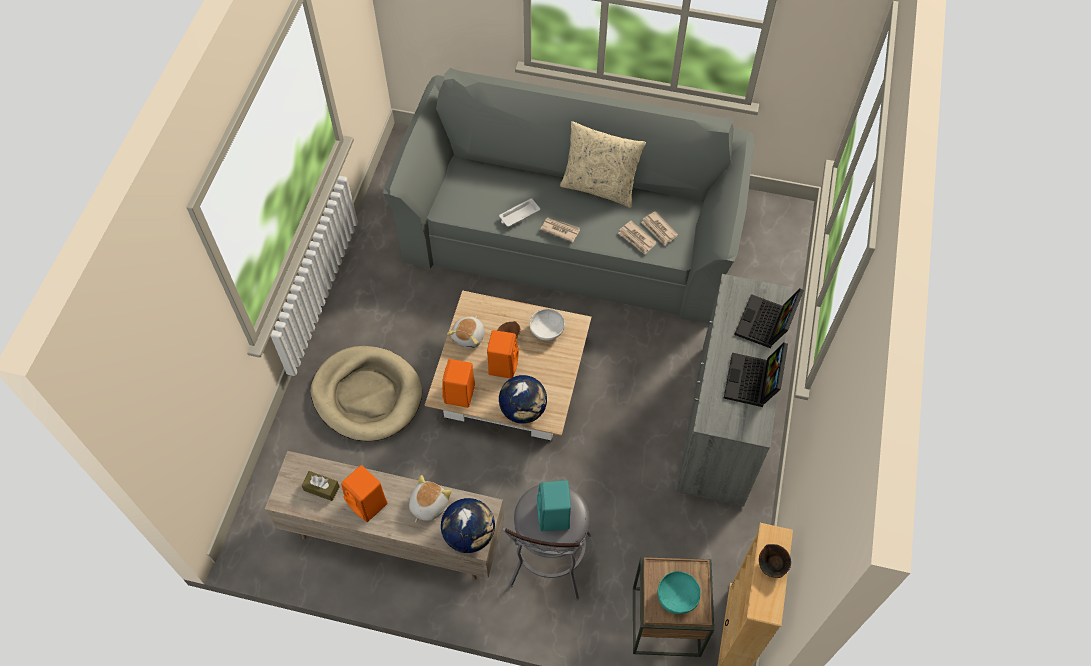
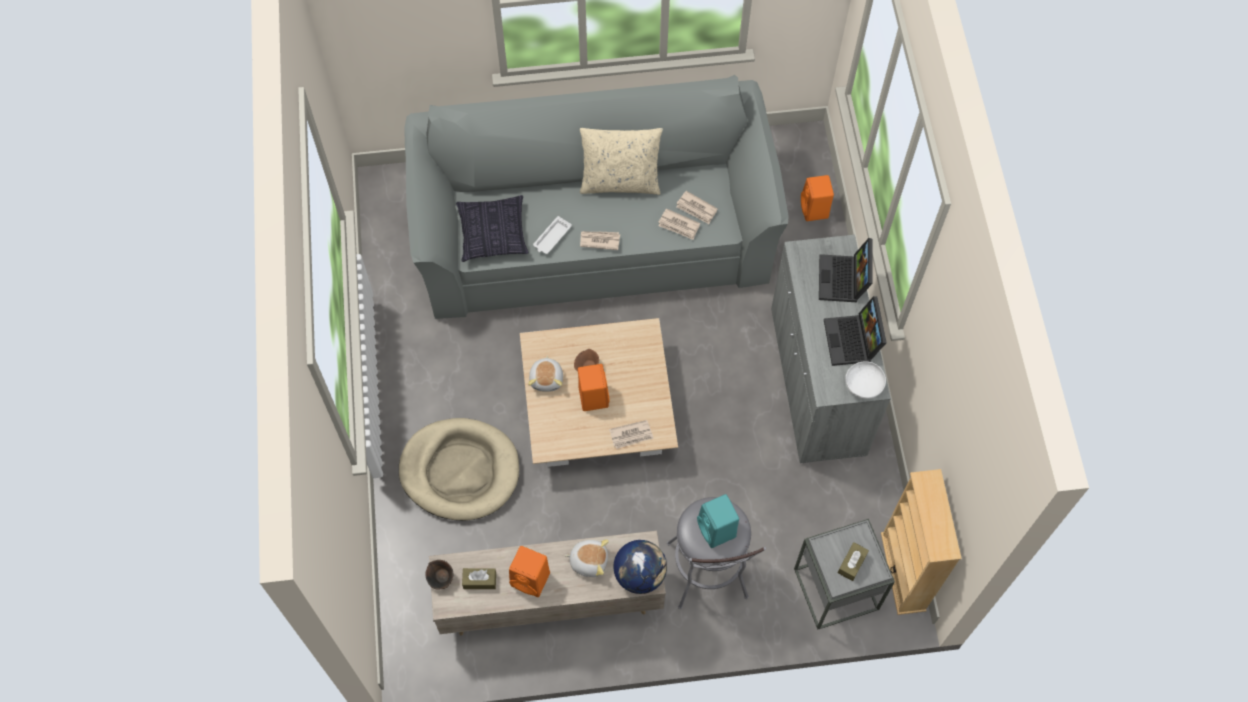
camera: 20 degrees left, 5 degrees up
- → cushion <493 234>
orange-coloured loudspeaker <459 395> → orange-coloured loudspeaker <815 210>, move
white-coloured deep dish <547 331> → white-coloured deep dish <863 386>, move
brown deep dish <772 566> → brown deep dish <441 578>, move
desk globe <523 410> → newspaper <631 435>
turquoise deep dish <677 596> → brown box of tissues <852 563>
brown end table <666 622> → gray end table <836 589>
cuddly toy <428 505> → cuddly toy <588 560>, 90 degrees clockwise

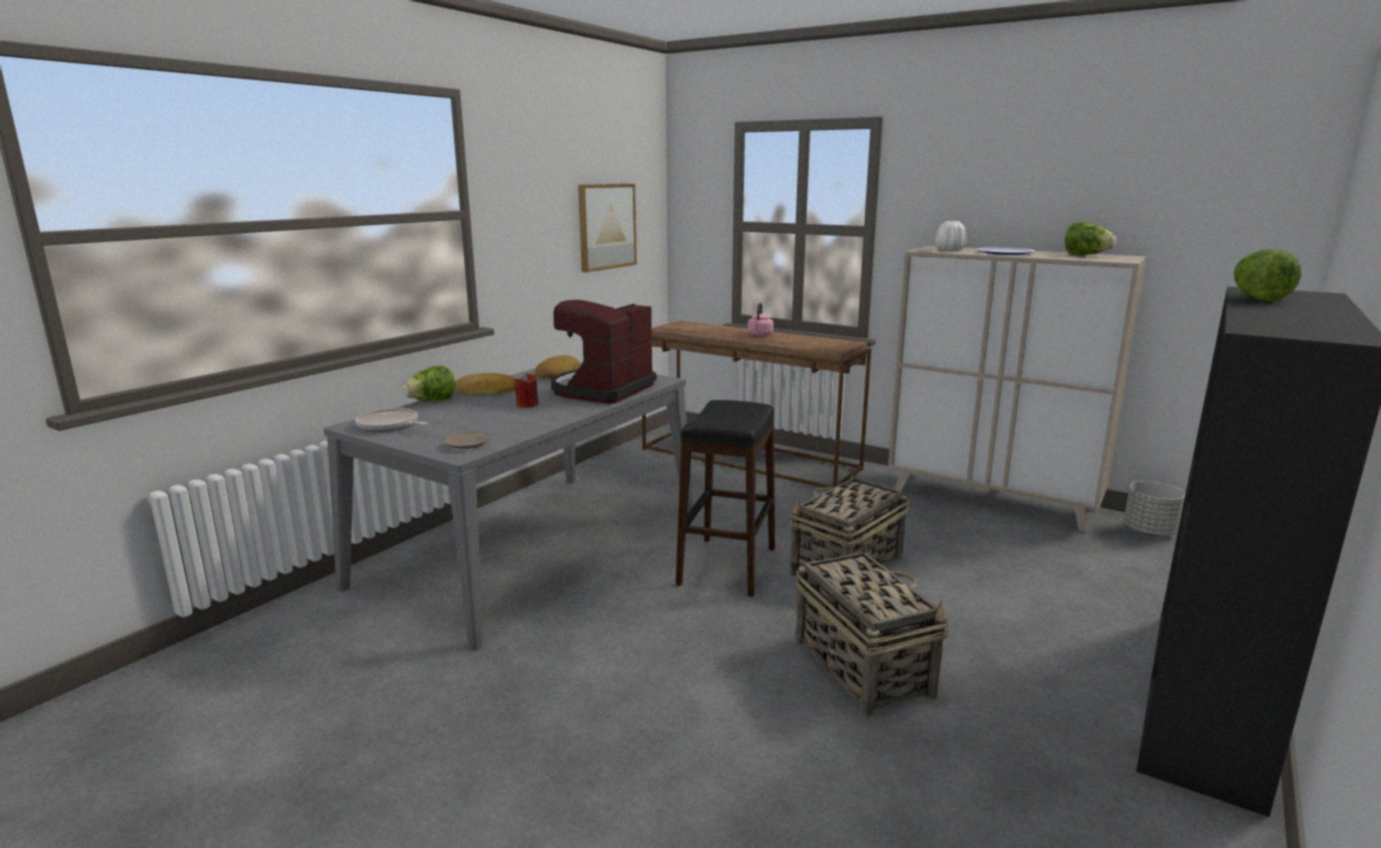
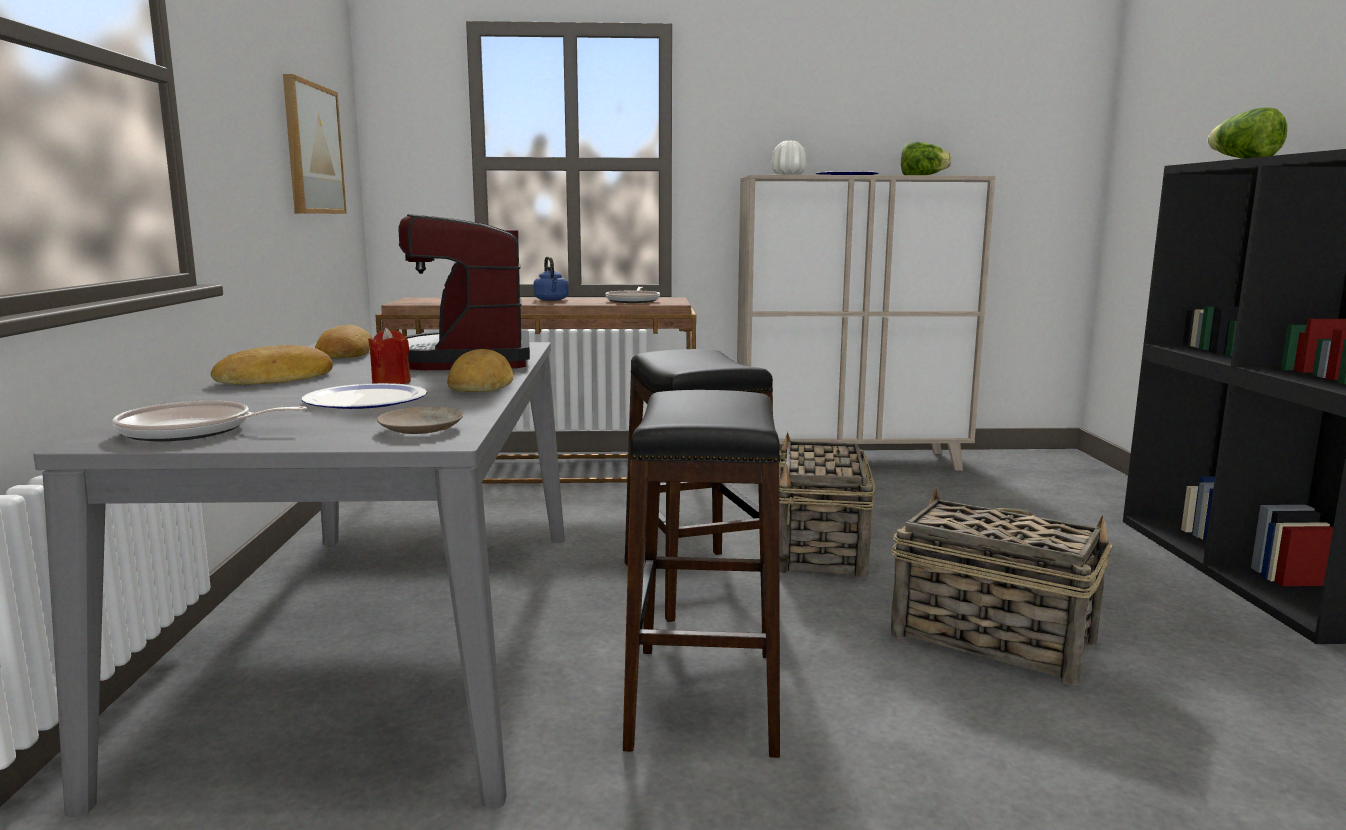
camera: 35 degrees left, 5 degrees down
head of lettuce <432 401> → -
gray plant pot <1149 532> → -
- → flat dish <365 400>
- → bakery bread <481 384>
- → pan <633 301>
- → black stool seat <705 698>
pinkish water kettle <759 335> → bluish water kettle <551 300>

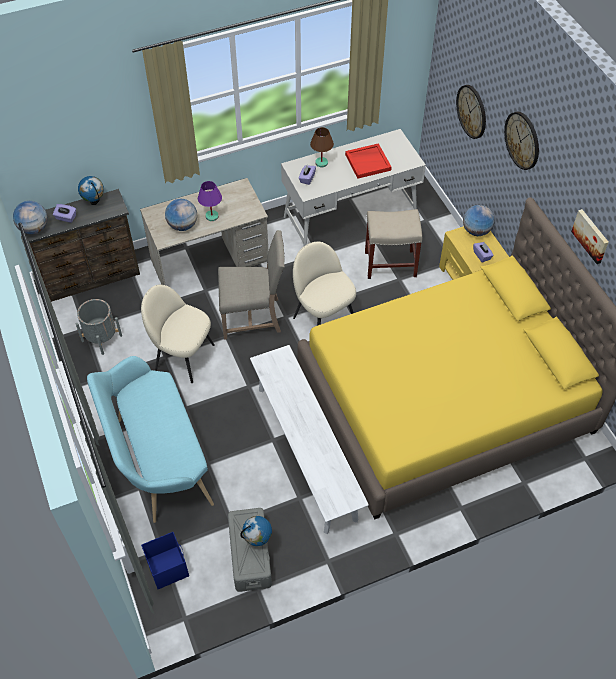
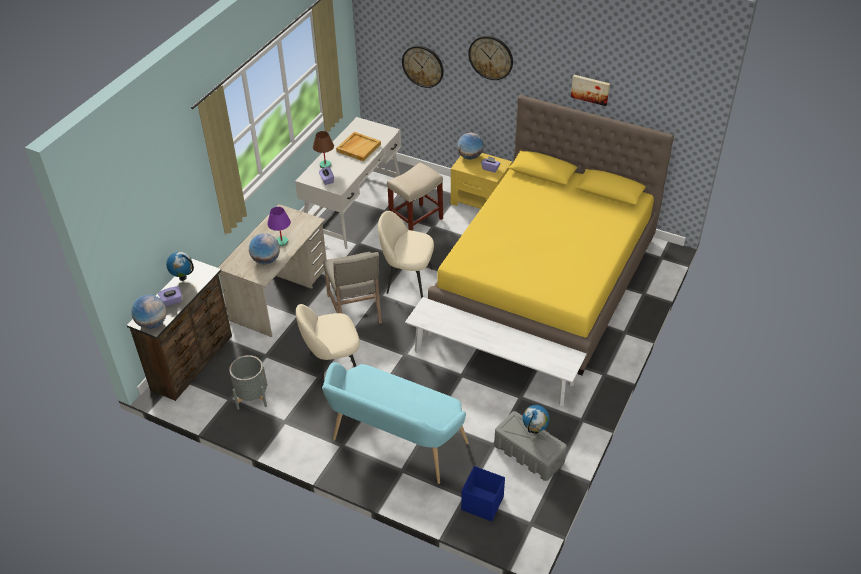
camera: 40 degrees left, 10 degrees down
red-coloured tray <368 162> → beige-coloured tray <358 147>
beige-coloured plain chair <253 316> → beige-coloured plain chair <356 310>, 120 degrees clockwise

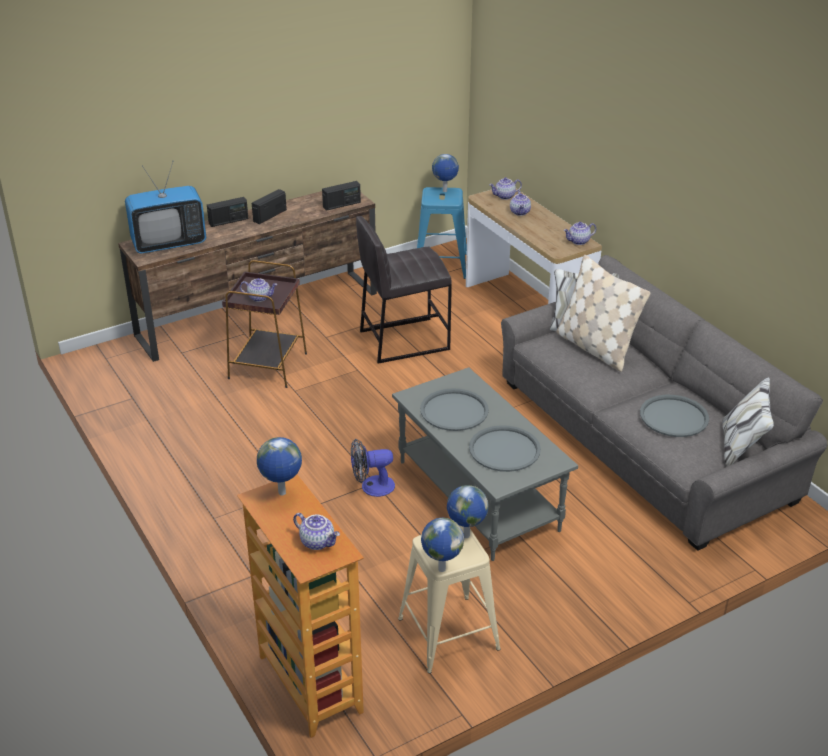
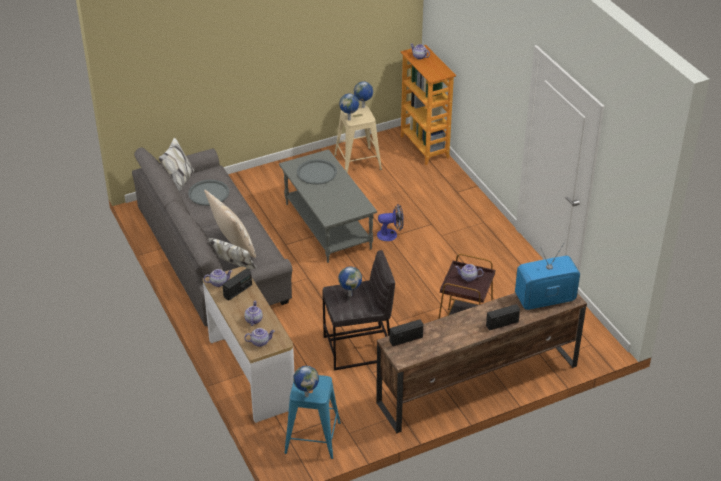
camera: 175 degrees left, 5 degrees up
gray tray <454 411> → -
radio <269 215> → radio <238 291>, move
desk globe <282 493> → desk globe <350 295>, move

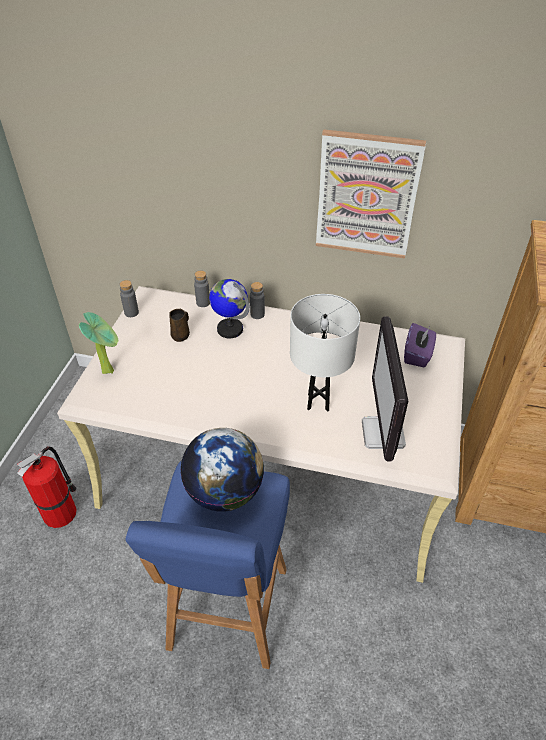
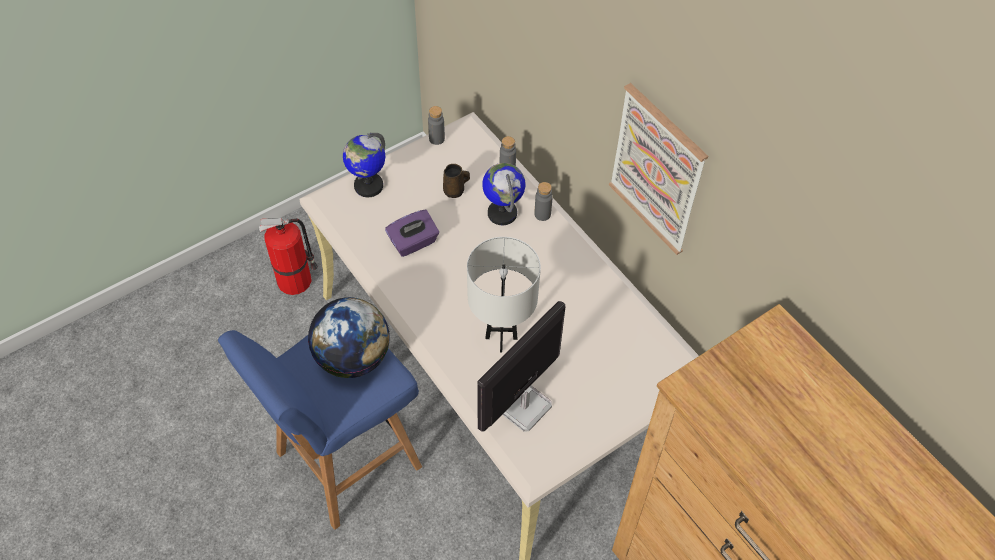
camera: 40 degrees right, 10 degrees up
purplish box of tissues <417 355> → purplish box of tissues <413 243>, move
houseplant <109 369> → desk globe <368 186>

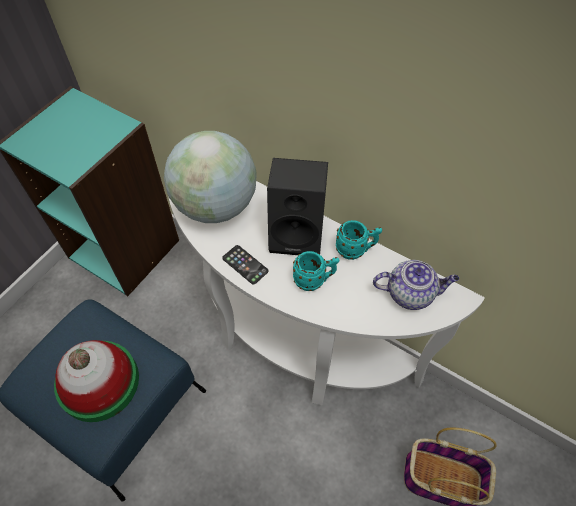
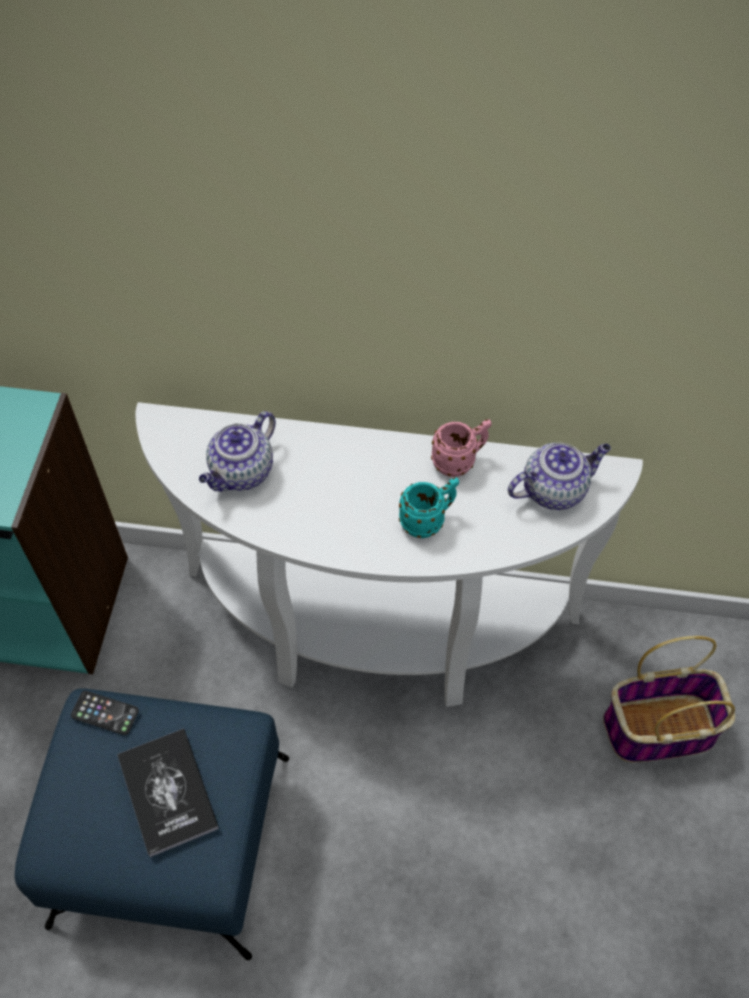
camera: 25 degrees left, 0 degrees up
black loudspeaker <298 234> → -
telephone <245 264> → telephone <105 713>, move
hat <99 382> → book <168 792>
desk globe <216 206> → teapot <241 473>
turquoise mug <355 250> → pinkish mug <459 461>

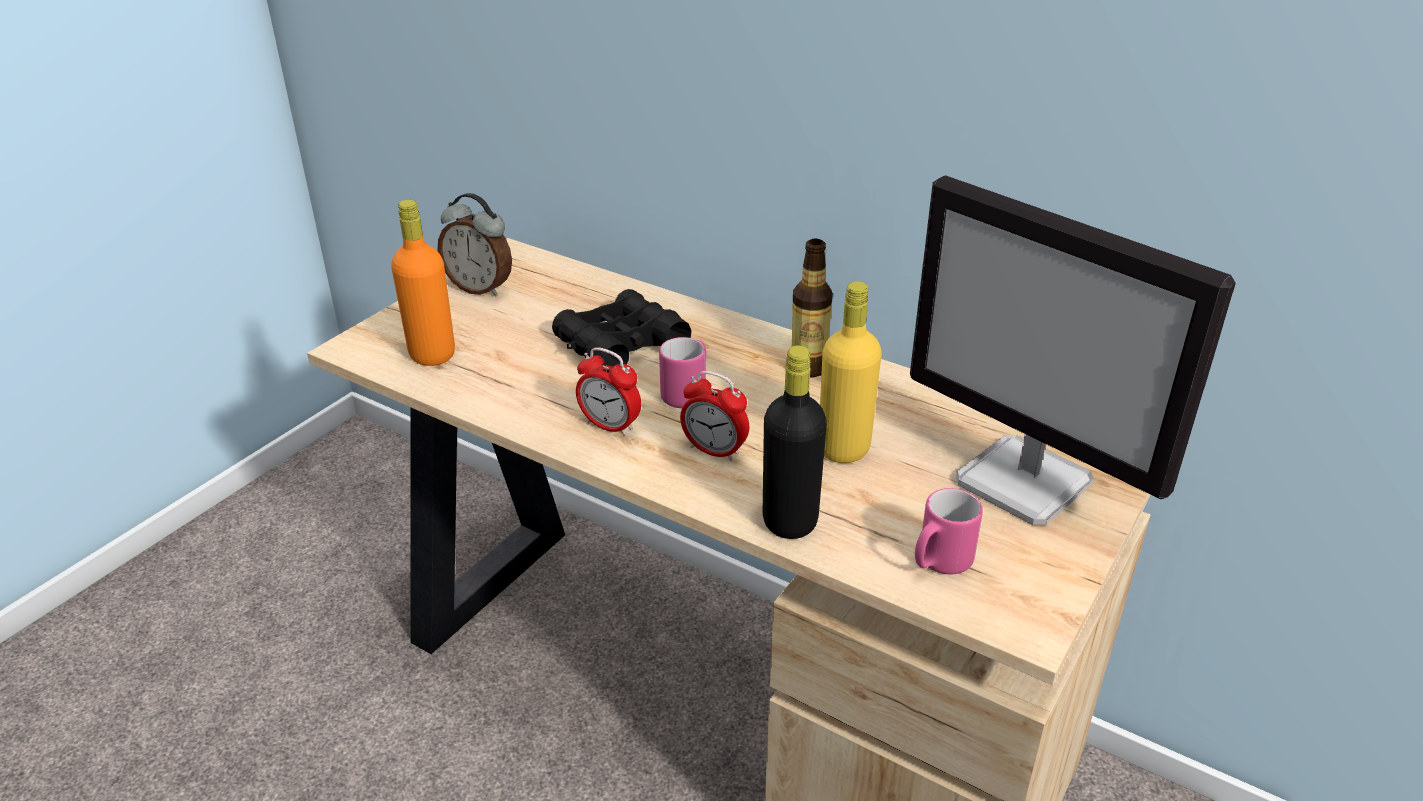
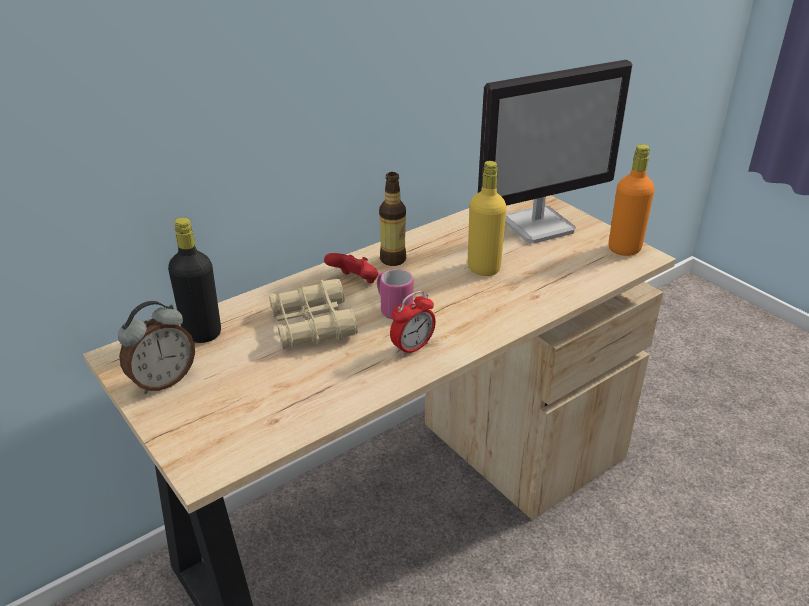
camera: 70 degrees left, 0 degrees up
bedside clock <714 451> → -
pinkish mug <939 563> → -
- → red-coloured game controller <355 282>
orange-coloured drink bottle <432 354> → orange-coloured drink bottle <624 249>, move
black drink bottle <790 521> → black drink bottle <202 333>, move
black binoculars <621 345> → beige-coloured binoculars <312 325>

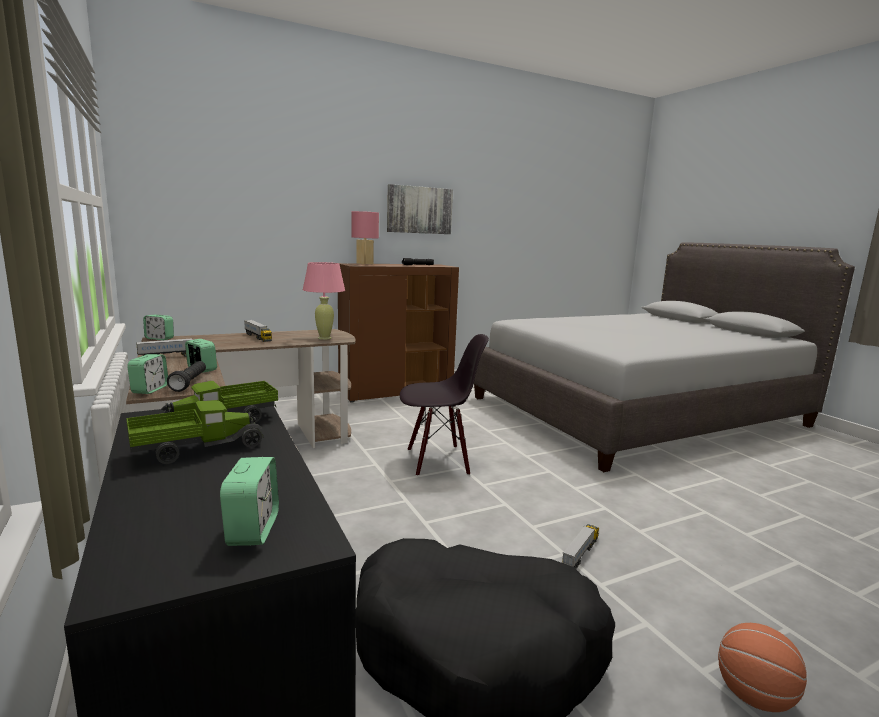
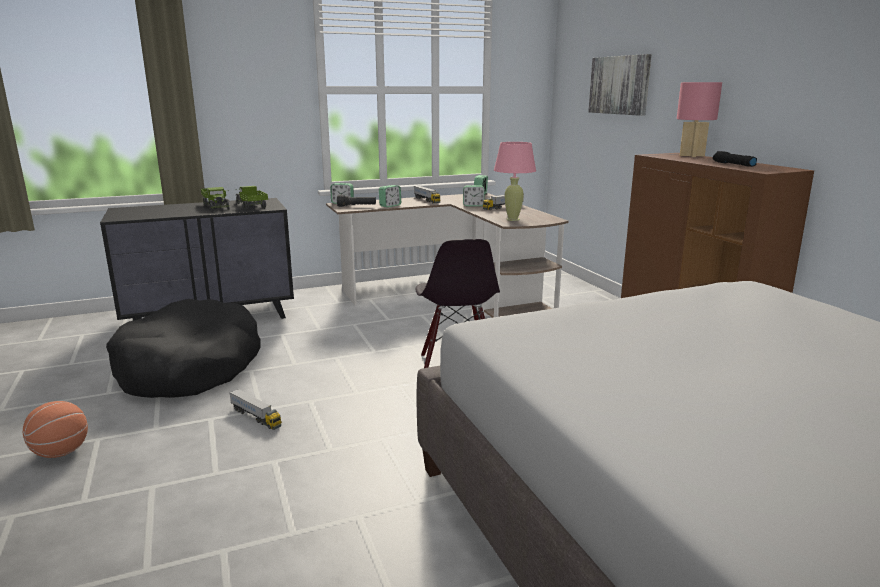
camera: 95 degrees right, 5 degrees up
bedside clock <253 530> → bedside clock <473 205>, move
picture <419 210> → picture <619 85>, move

